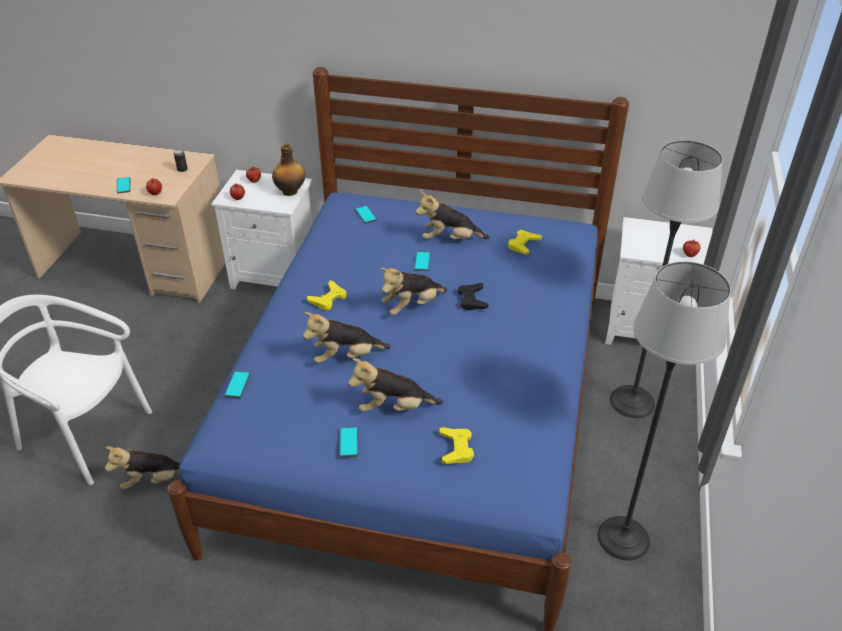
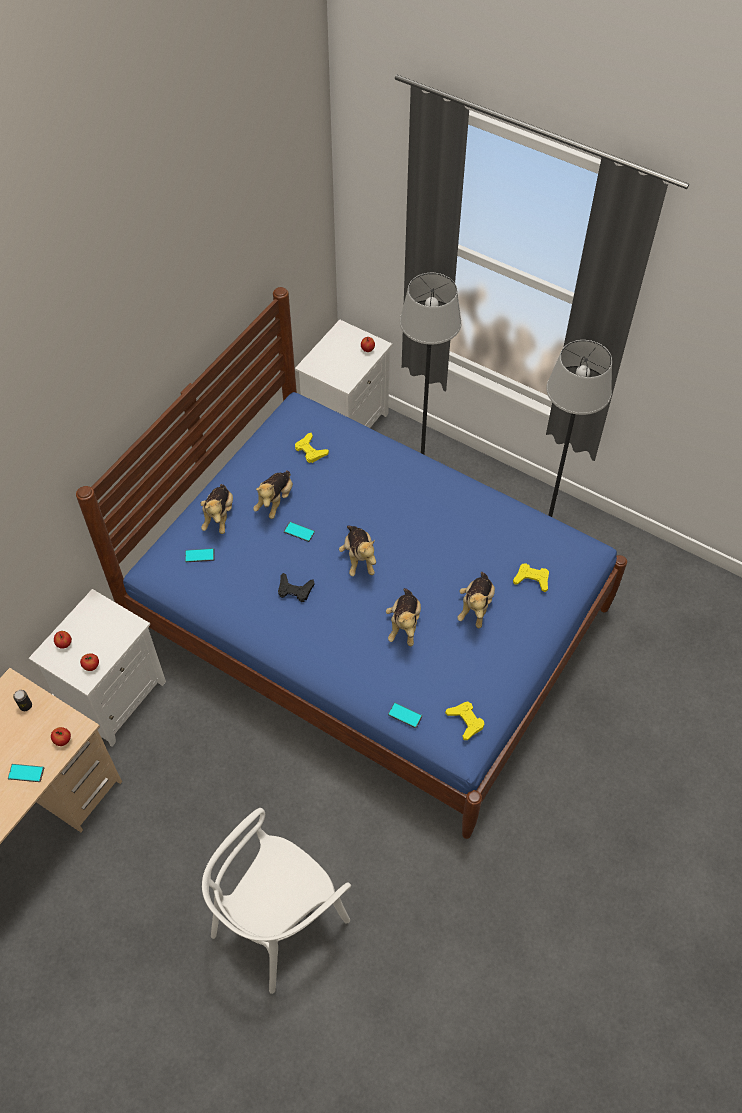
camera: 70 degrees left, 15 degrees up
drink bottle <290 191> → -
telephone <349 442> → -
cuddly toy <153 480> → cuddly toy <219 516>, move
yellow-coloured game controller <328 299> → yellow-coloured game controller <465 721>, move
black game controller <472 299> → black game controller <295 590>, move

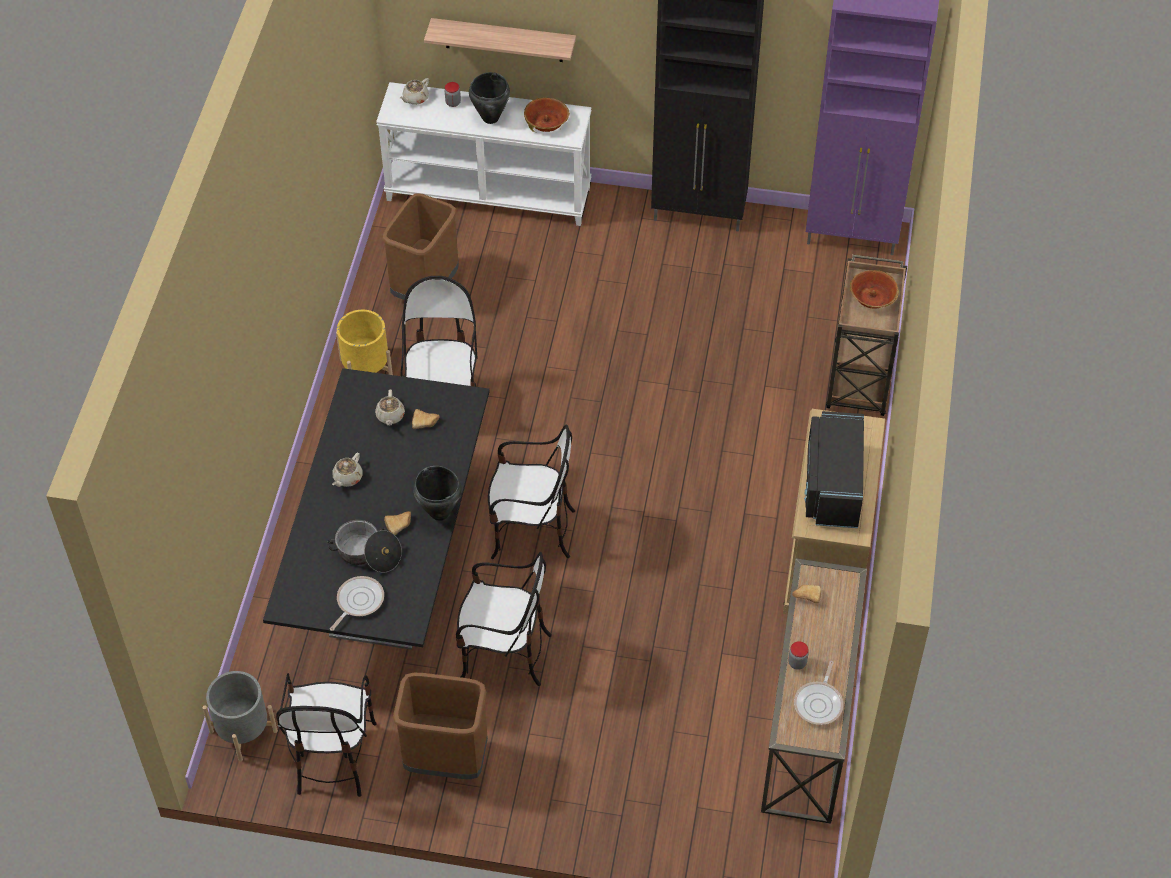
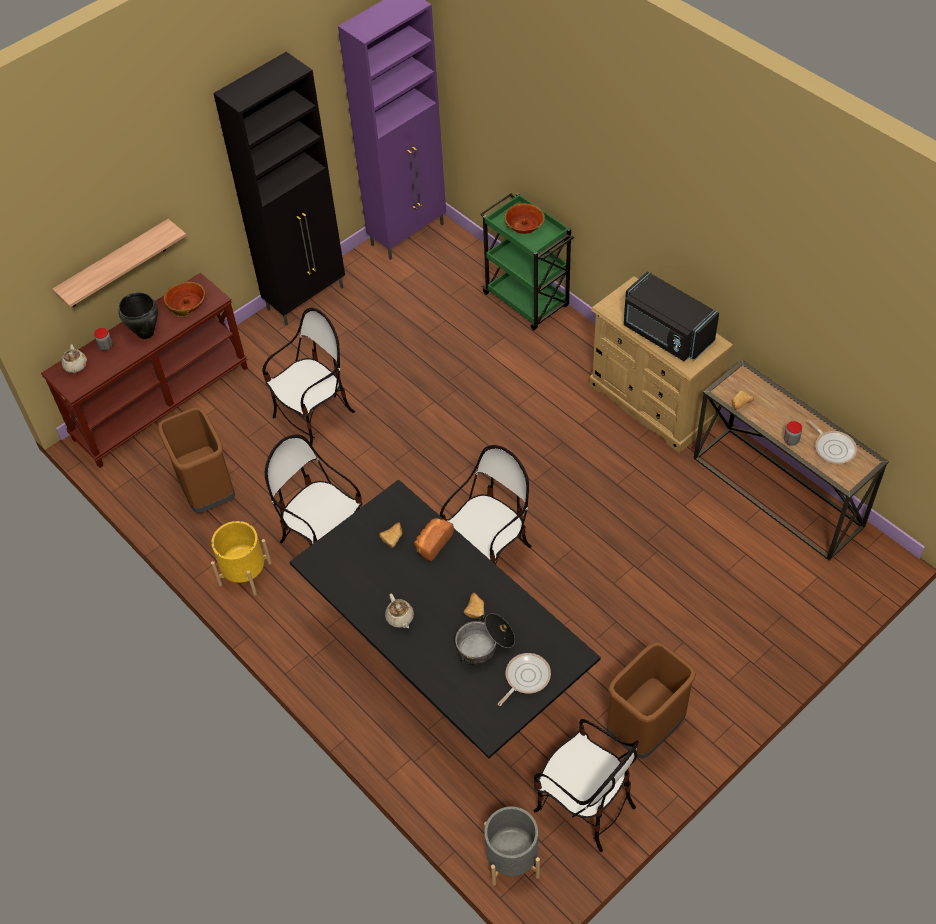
camera: 50 degrees left, 0 degrees up
beige-coloured teapot <390 416> → -
black saucepot <439 513> → -
- → bakery bread <432 543>
plain chair <503 654> → plain chair <314 417>, move
white-coloured console table <489 193> → brown console table <161 402>
brown wheeled cart <859 381> → green-coloured wheeled cart <527 301>
pan <358 601> → pan <525 677>, 60 degrees clockwise

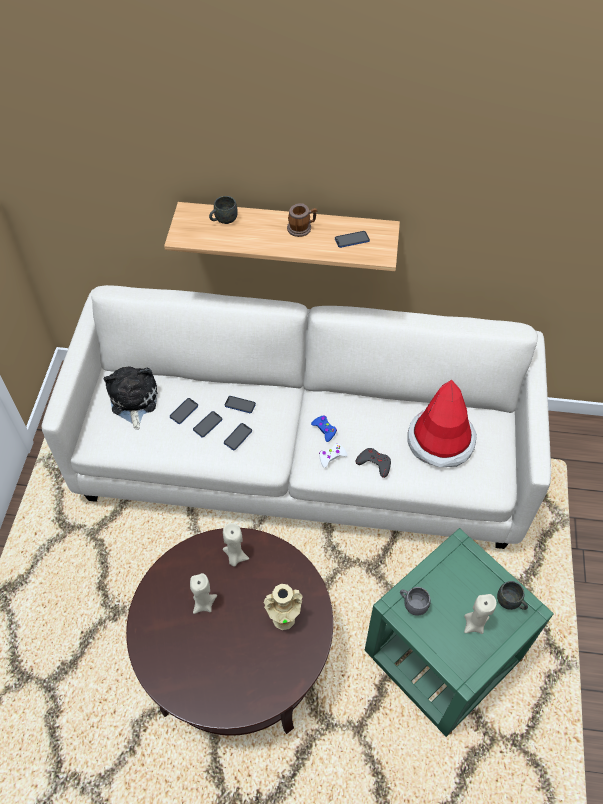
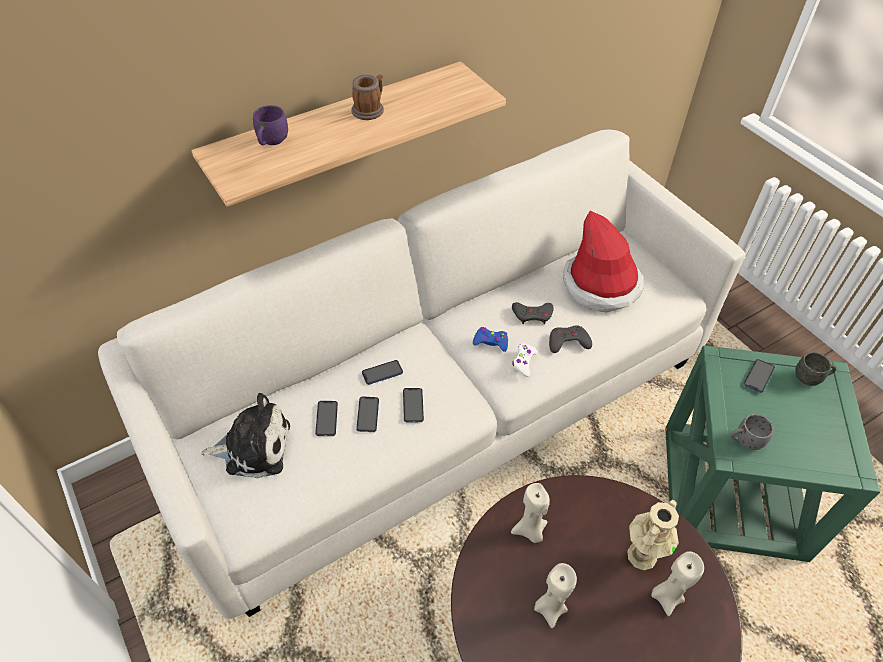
camera: 40 degrees left, 5 degrees down
- → gray game controller <532 315>
telephone <352 240> → telephone <758 376>, move
beige-coloured wax light <474 624> → beige-coloured wax light <667 596>, move
gray mug <223 220> → purplish mug <271 142>
cuddly toy <133 401> → cuddly toy <253 447>, 135 degrees clockwise

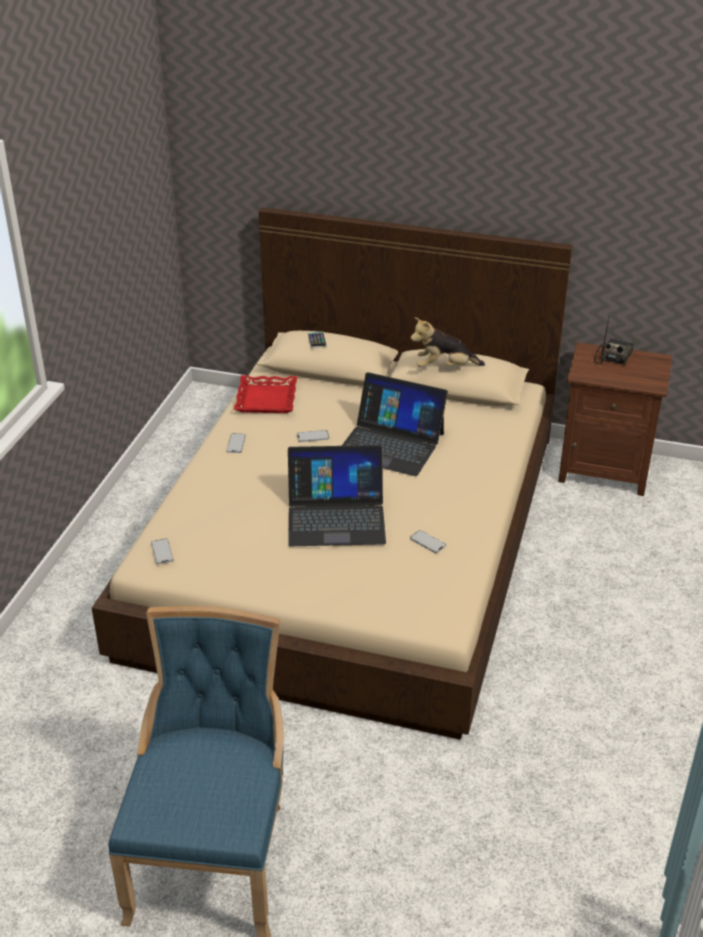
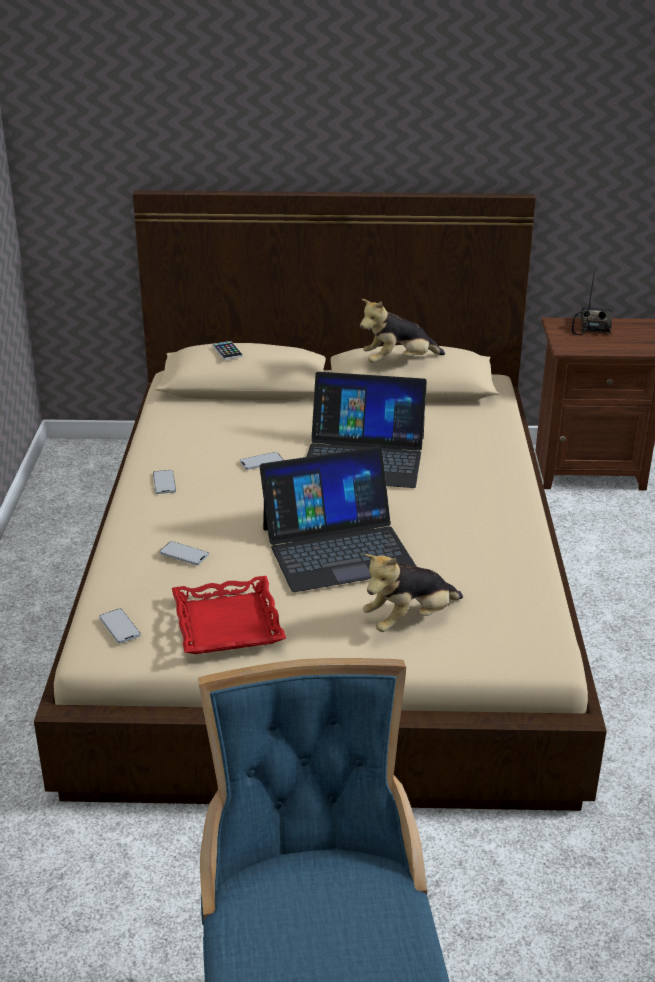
camera: 15 degrees left, 5 degrees down
- → cuddly toy <409 620>
red-coloured tray <266 399> → red-coloured tray <226 623>, move
telephone <427 542> → telephone <184 554>, move

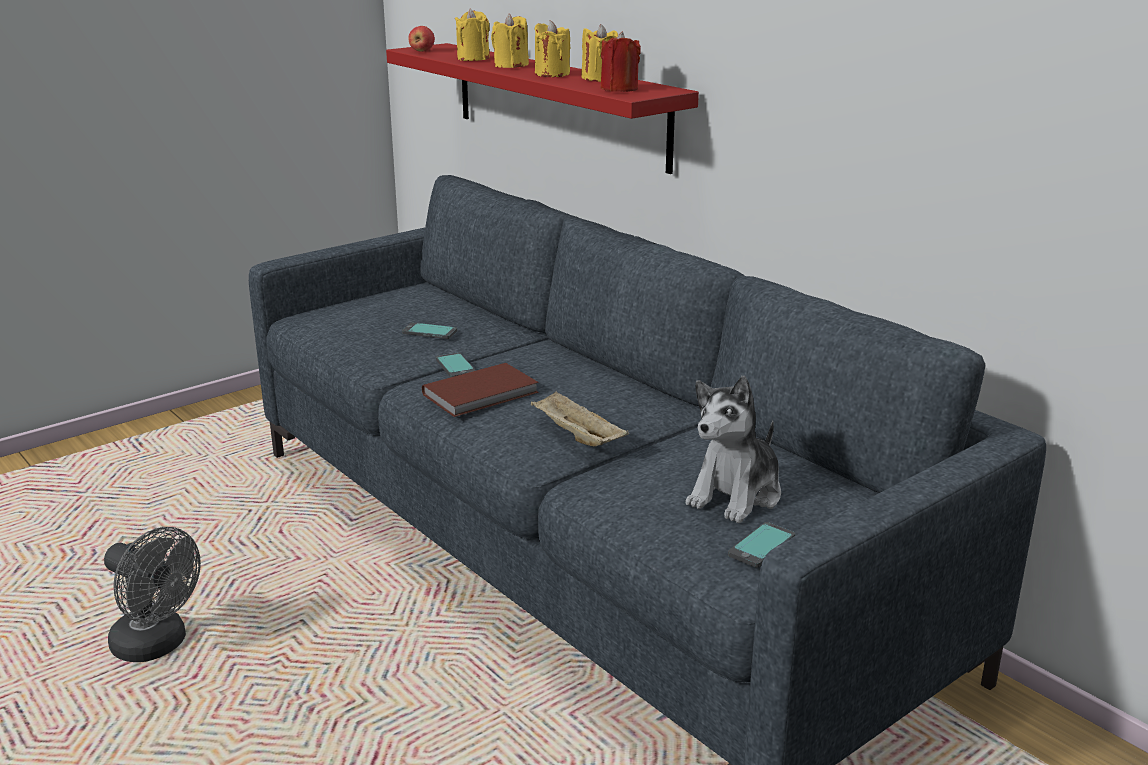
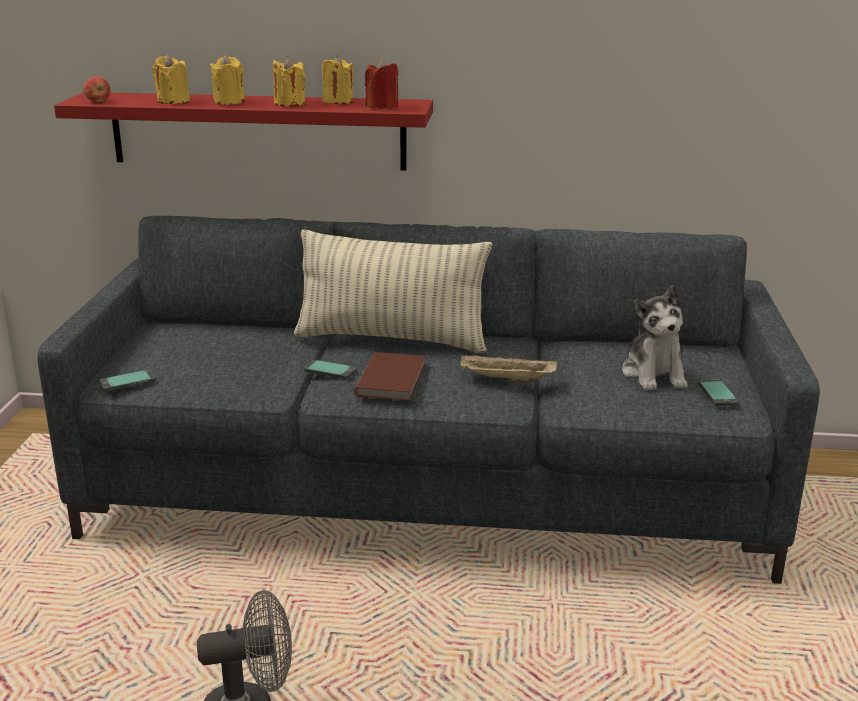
camera: 45 degrees left, 0 degrees up
- → cushion <391 339>
telephone <429 332> → telephone <127 382>, move

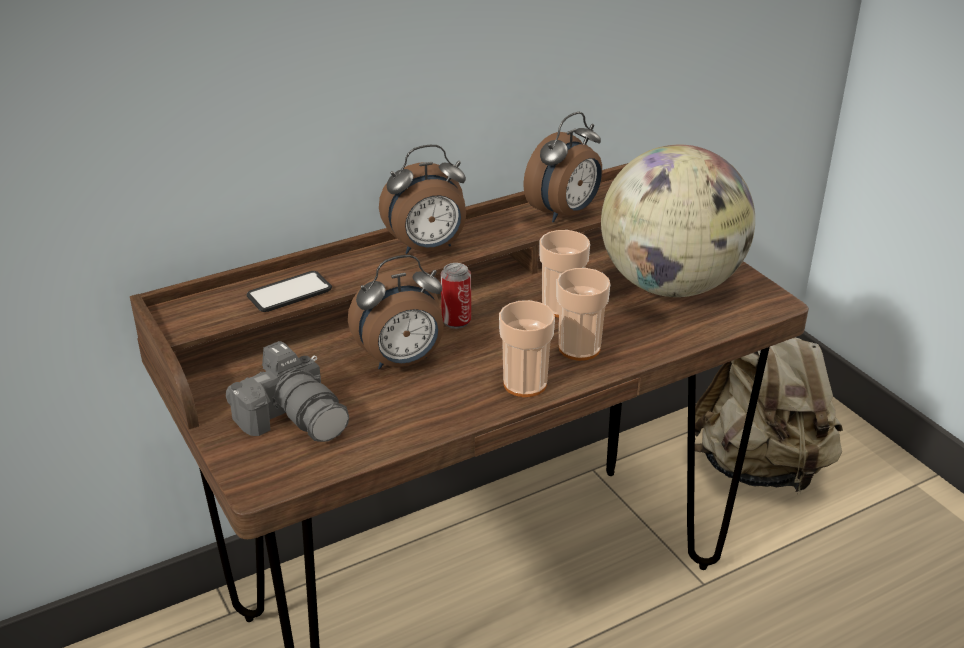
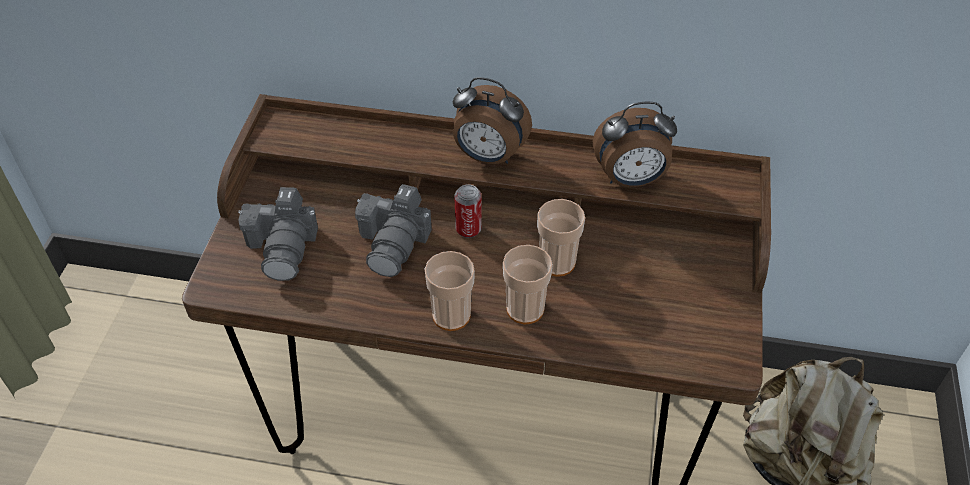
camera: 40 degrees right, 15 degrees up
telephone <289 293> → -
desk globe <670 285> → -
bedside clock <401 361> → photo camera <394 242>

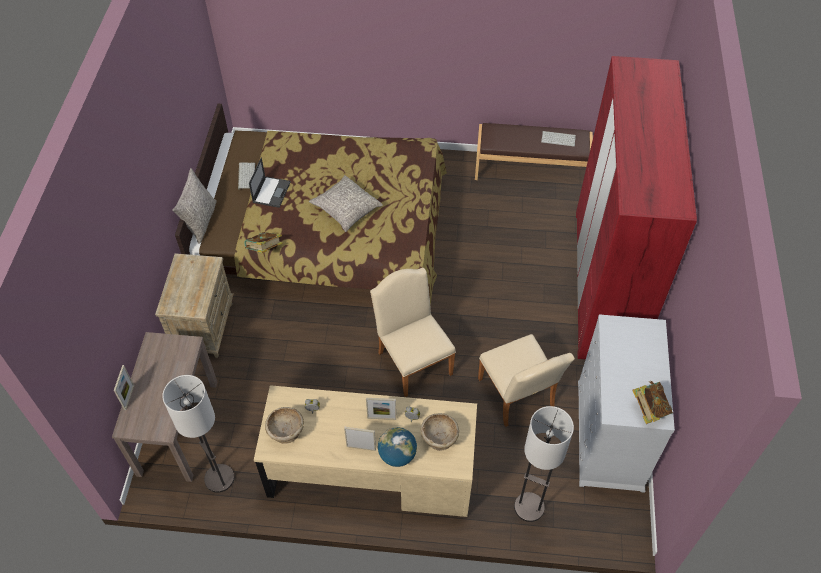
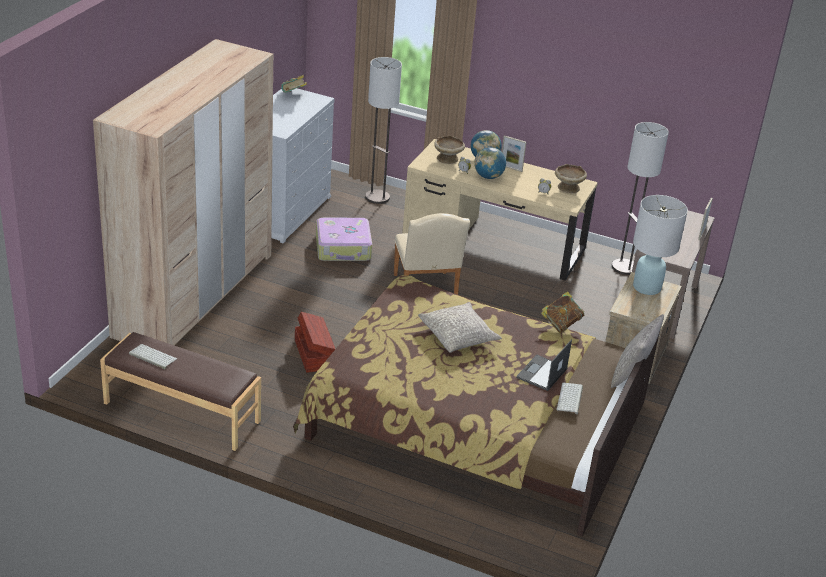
camera: 165 degrees left, 20 degrees down
- → brown storage container <313 354>
- → white-coloured table lamp <646 287>
photo frame <381 418> → desk globe <488 177>
beige-coloured plain chair <518 397> → piece of luggage <343 248>
red-coloured clothes cupboard <605 283> → beige-coloured clothes cupboard <195 294>

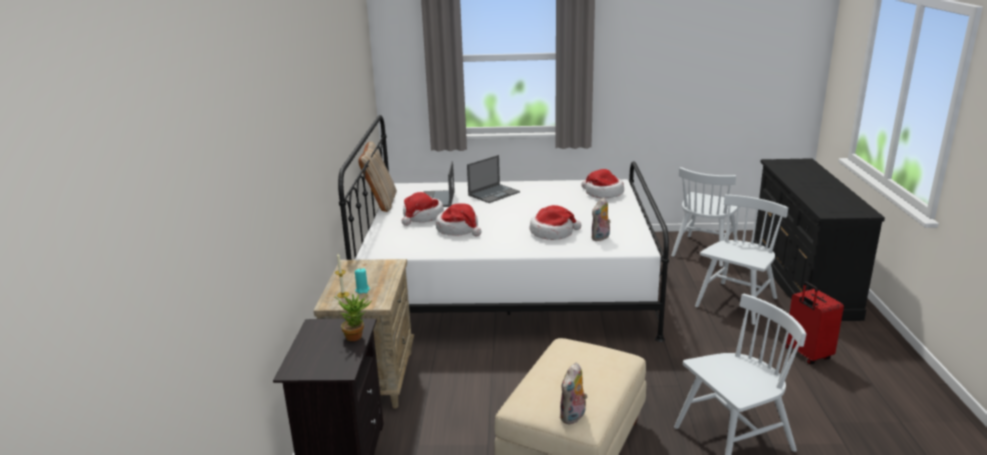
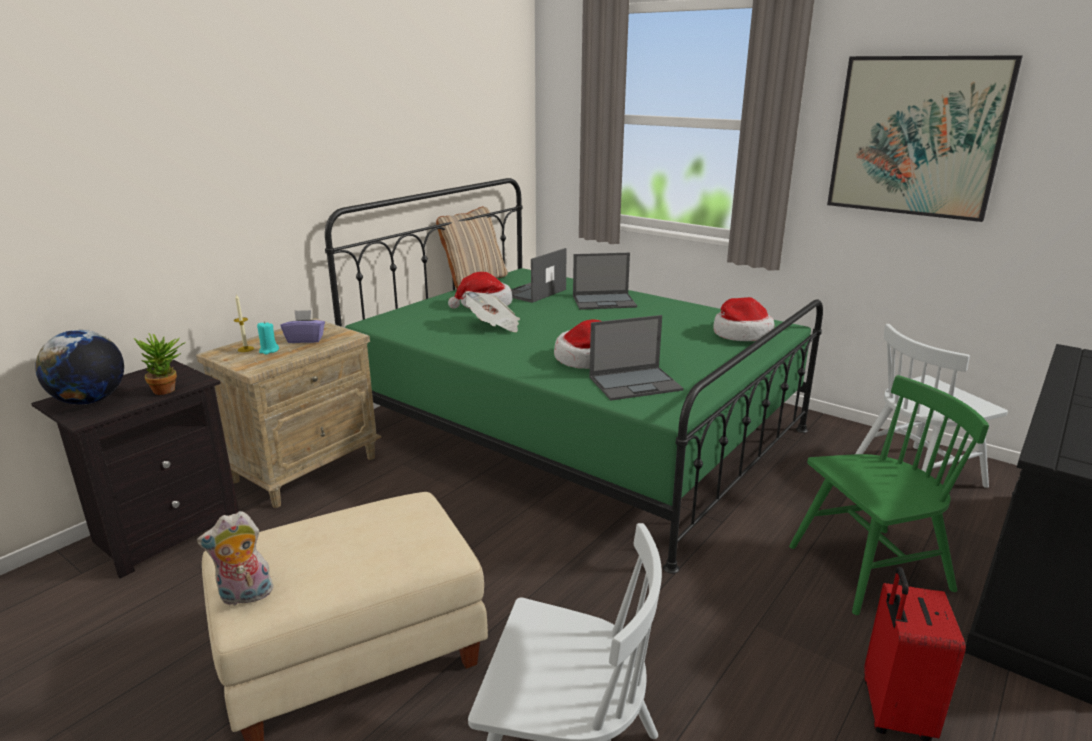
camera: 35 degrees right, 0 degrees up
- → desk globe <90 401>
- → purplish box of tissues <305 339>
- → picture <916 137>
hat <458 229> → newspaper <494 326>
cuddly toy <601 238> → portable computer <636 383>
white-coloured sleeping bed <509 288> → green-coloured sleeping bed <575 429>
white-coloured plain chair <736 303> → green-coloured plain chair <869 569>

